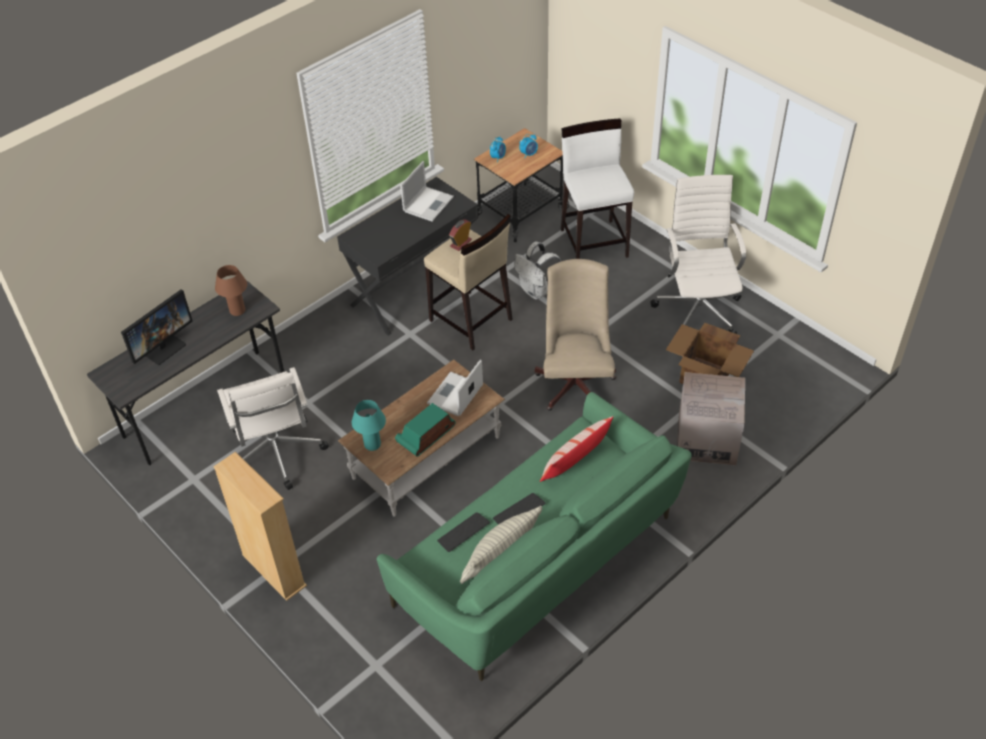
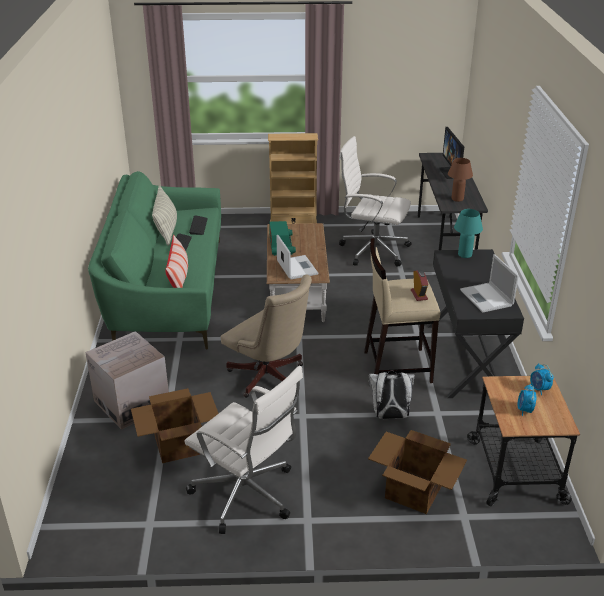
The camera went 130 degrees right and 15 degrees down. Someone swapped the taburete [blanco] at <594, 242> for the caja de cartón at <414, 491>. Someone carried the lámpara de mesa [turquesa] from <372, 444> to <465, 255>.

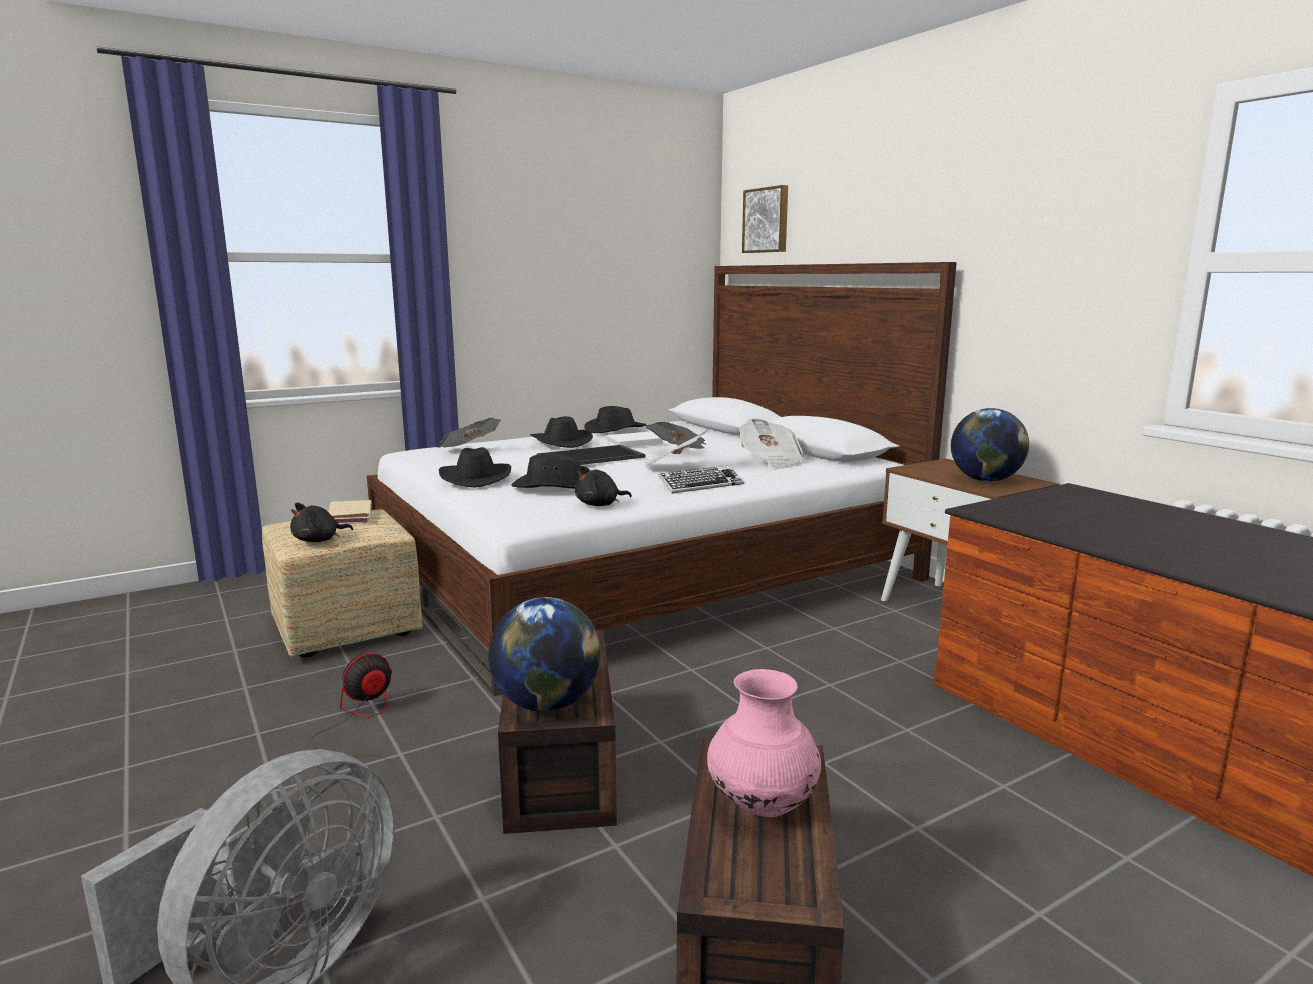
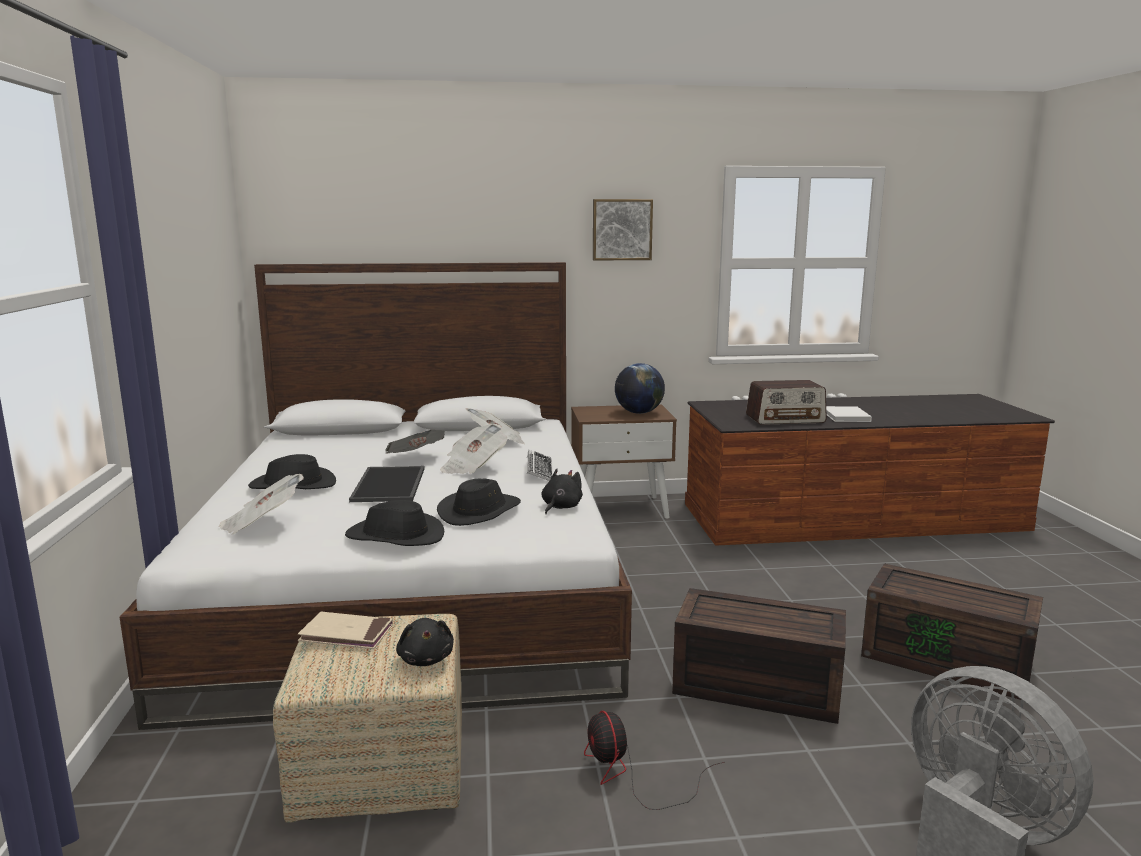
The camera went 65 degrees left and 0 degrees up. Someone rotated the peluche [negro] at <600, 505> by 150 degrees counterclockwise. Someone carried the cuadro from <767, 220> to <621, 229>. Someone put down the radio at <785, 419>. Someone carried the libro [blanco] from <632, 442> to <846, 416>. Someone took away the globo terráqueo at <547, 704>. Someone took away the sombrero [negro] at <615, 429>. Someone took away the florero [rosa] at <762, 806>.

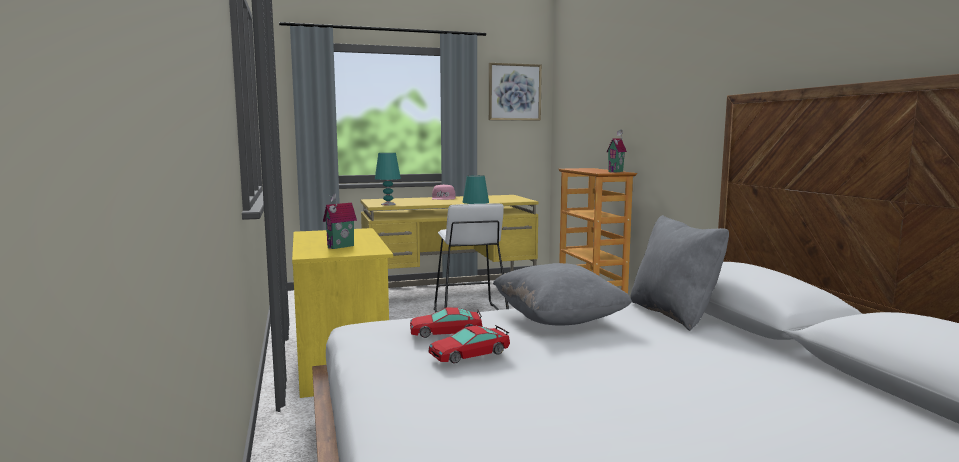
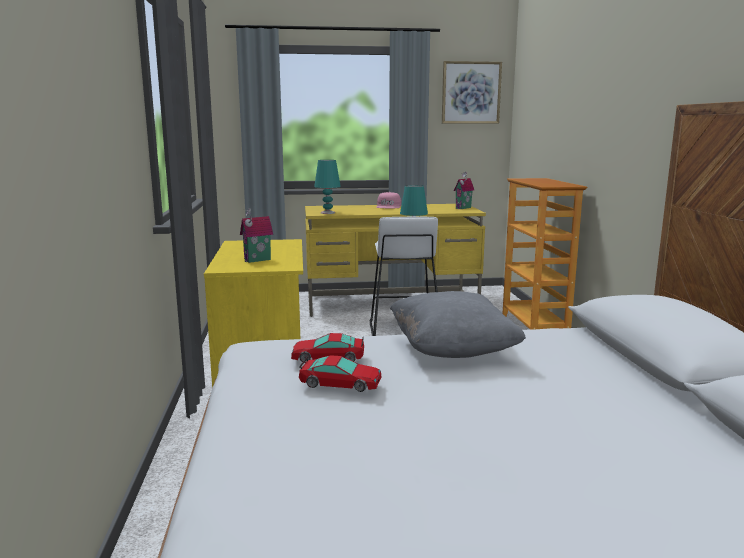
The camera went 10 degrees right and 5 degrees up. Someone rotated the coche de juguete at <469, 353> by 150 degrees counterclockwise. Someone carried the casita from <617, 172> to <464, 208>. Someone took away the cojín [gris] at <674, 314>.

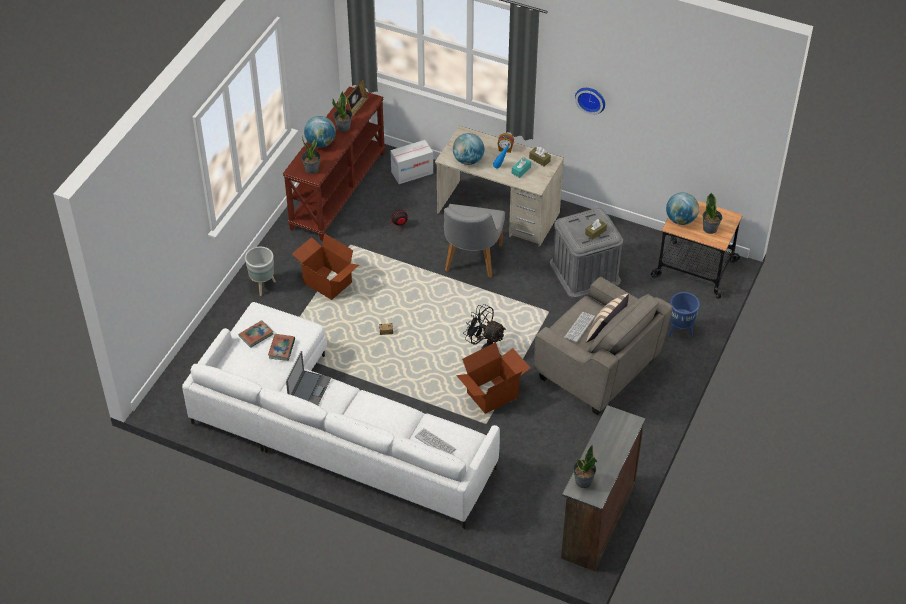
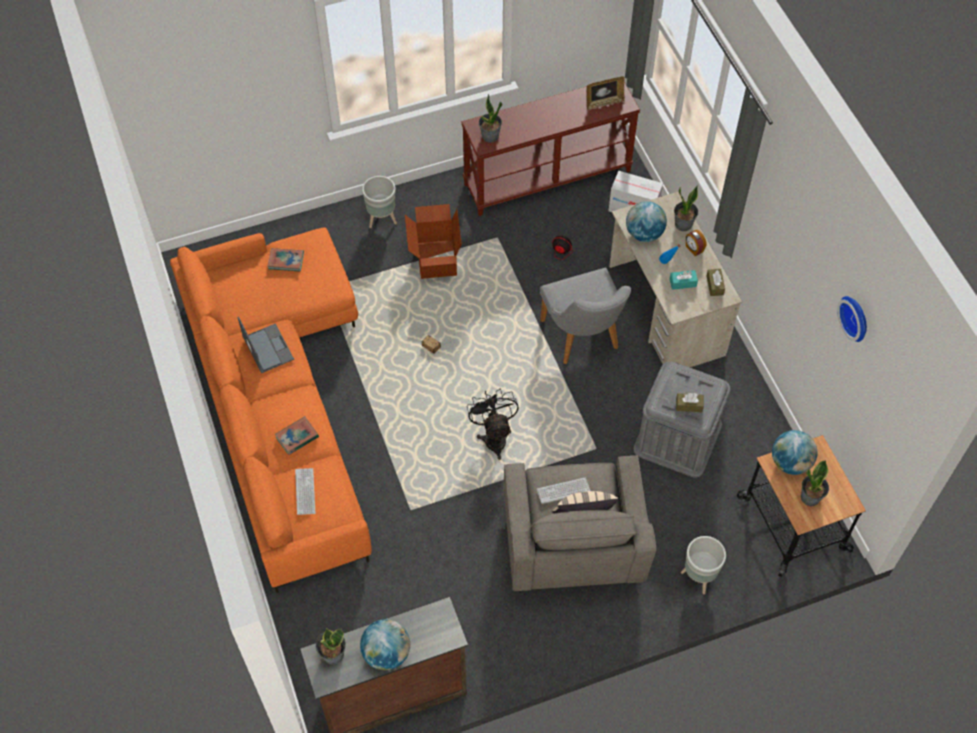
The camera went 45 degrees right and 10 degrees up. Someone repainted the sofá [blanco] at <332, 430>, which became the sofá [naranja] at <281, 402>. Someone rotated the portátil at <309, 389> by 90 degrees counterclockwise. Someone carried the libro from <281, 349> to <297, 437>. Someone carried the globo terráqueo from <321, 143> to <387, 653>. Someone rotated the silla [gris] at <471, 262> by 75 degrees counterclockwise. Someone carried the planta en maceta from <343, 127> to <683, 224>. Someone repainted the maceta [azul] at <680, 331>, which became the maceta [gris] at <699, 577>. Someone carried the reloj de pared from <591, 99> to <856, 317>. Someone took away the caja de cartón at <492, 394>.

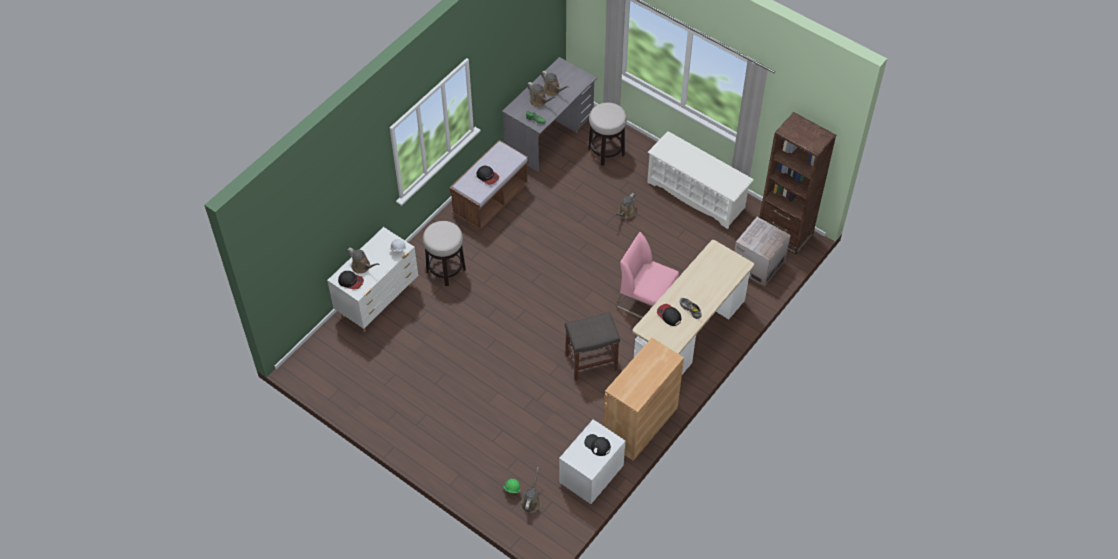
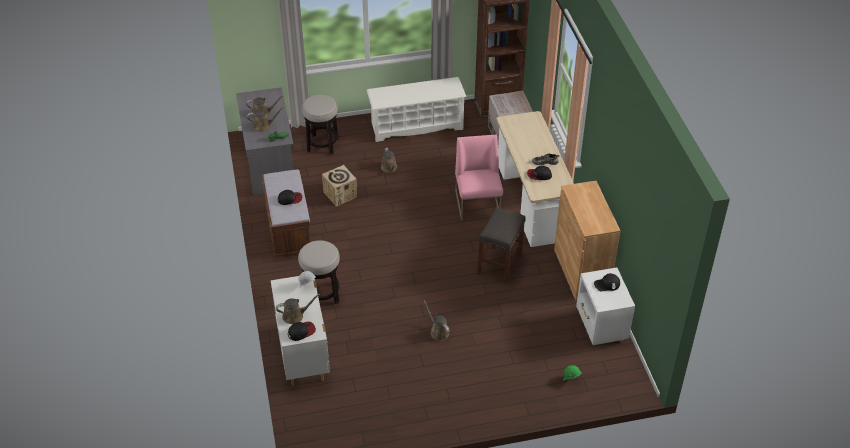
The camera went 50 degrees left and 10 degrees down. Someone put down the caja de cartón at <340, 194>. Someone carried the regadera [marrón] from <531, 501> to <438, 332>. Someone rotated the silla [rosa] at <646, 300> by 105 degrees clockwise.

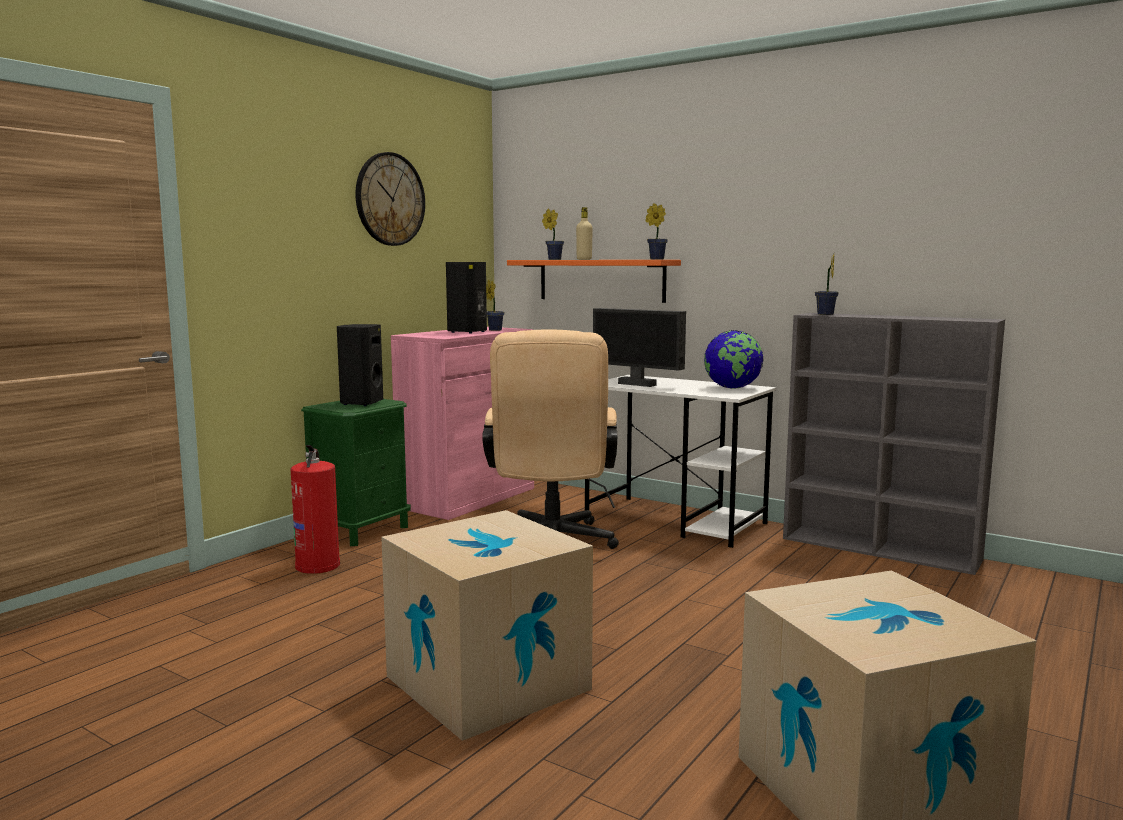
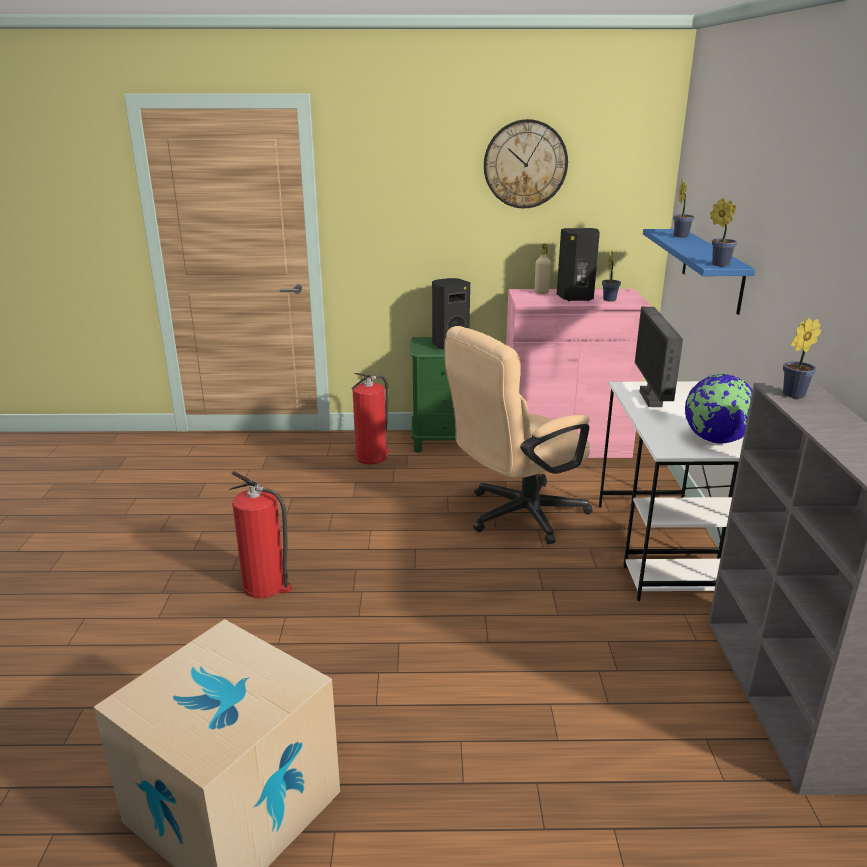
The camera went 55 degrees right and 15 degrees up. Someone swapped the caja de cartón at <487, 682> for the extintor at <265, 586>. Someone carried the botella [beis] from <584, 259> to <541, 292>. Someone repainted the estante [naranja] at <601, 280>, which became the estante [azul] at <712, 269>.

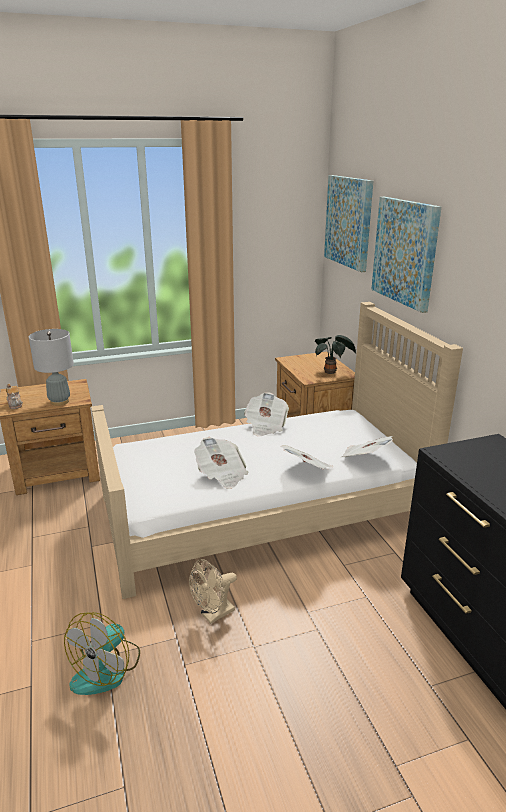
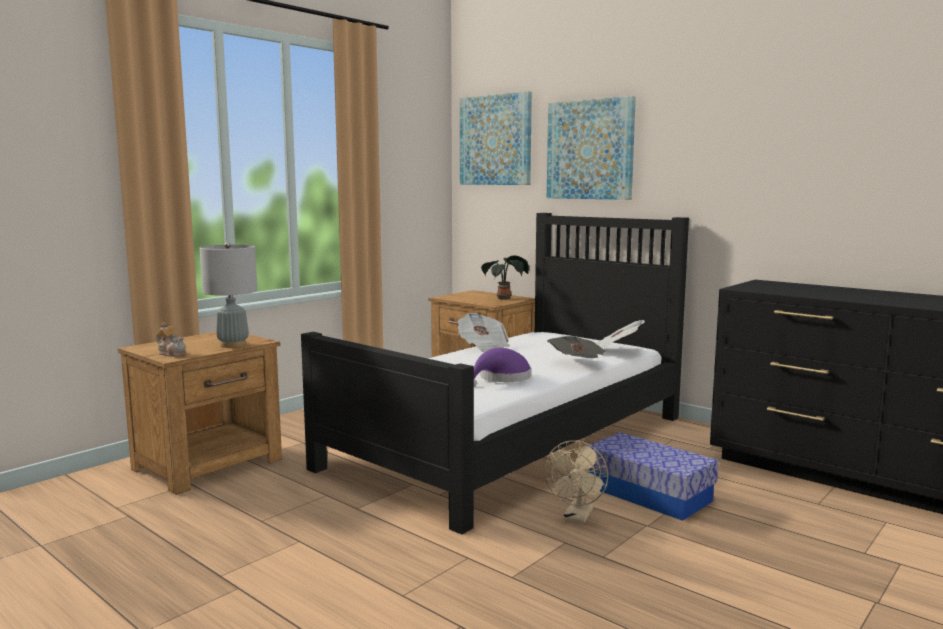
The camera went 30 degrees left and 15 degrees down. Someone repainted the cama [beis] at <263, 510>, which became the cama [negro] at <512, 440>. Someone swapped the periódico at <221, 475> for the sombrero [morado] at <502, 378>. Someone put down the caja de almacenaje at <648, 494>. Someone took away the ventilador at <107, 669>.

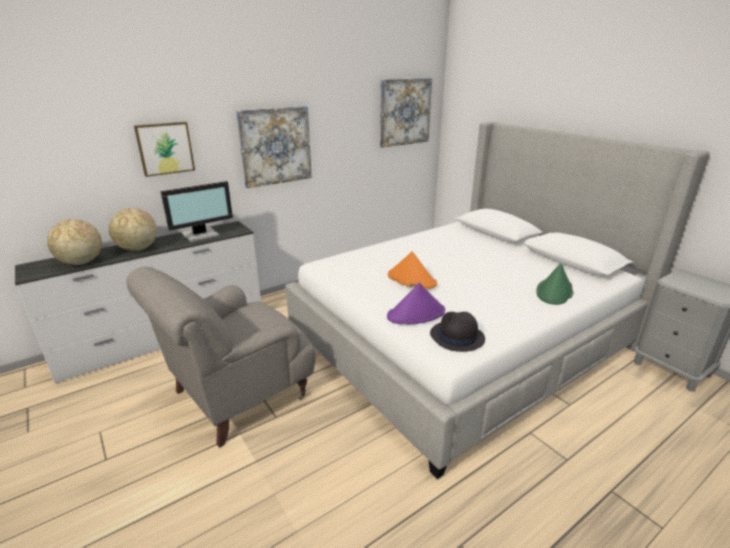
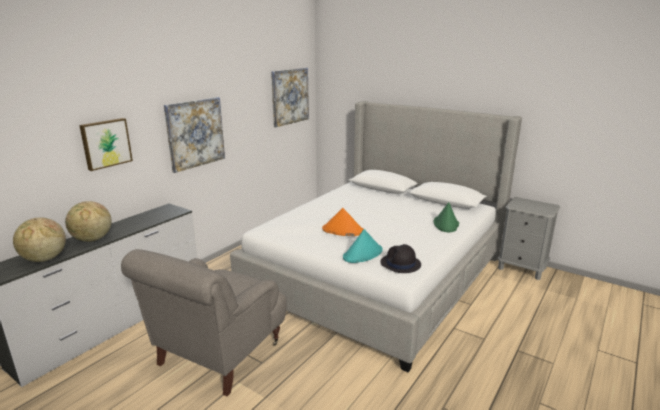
The camera went 20 degrees left and 5 degrees down. Someone repainted the sombrero [morado] at <416, 314>, which became the sombrero [turquesa] at <363, 254>. Someone took away the monitor at <201, 235>.

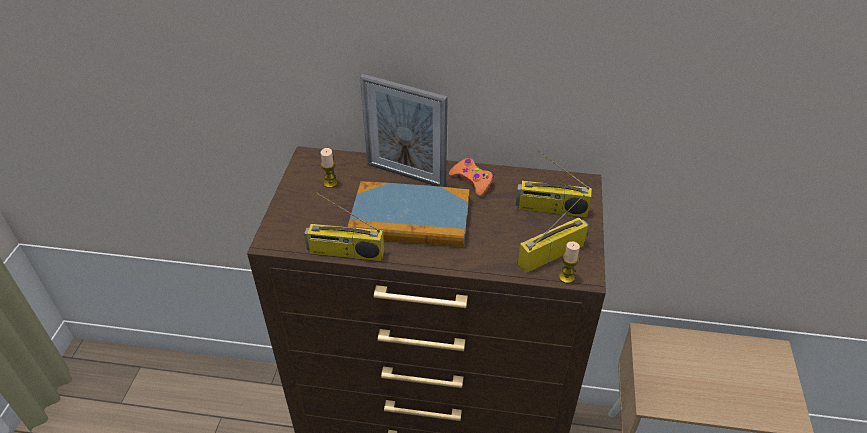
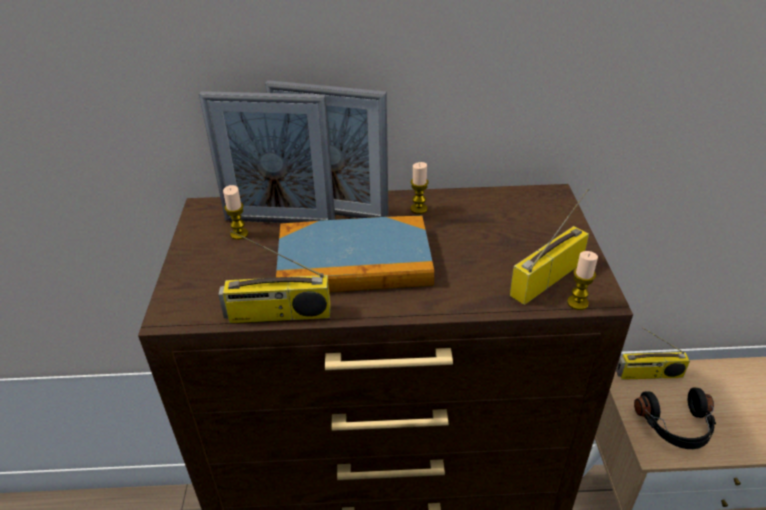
The camera went 10 degrees left and 5 degrees down. Someone put down the portarretratos at <280, 221>. Someone swapped the mando de consola [naranja] at <472, 181> for the vela at <418, 209>. Someone carried the radio from <551, 209> to <648, 374>. Someone put down the auriculares [negro] at <676, 427>.

